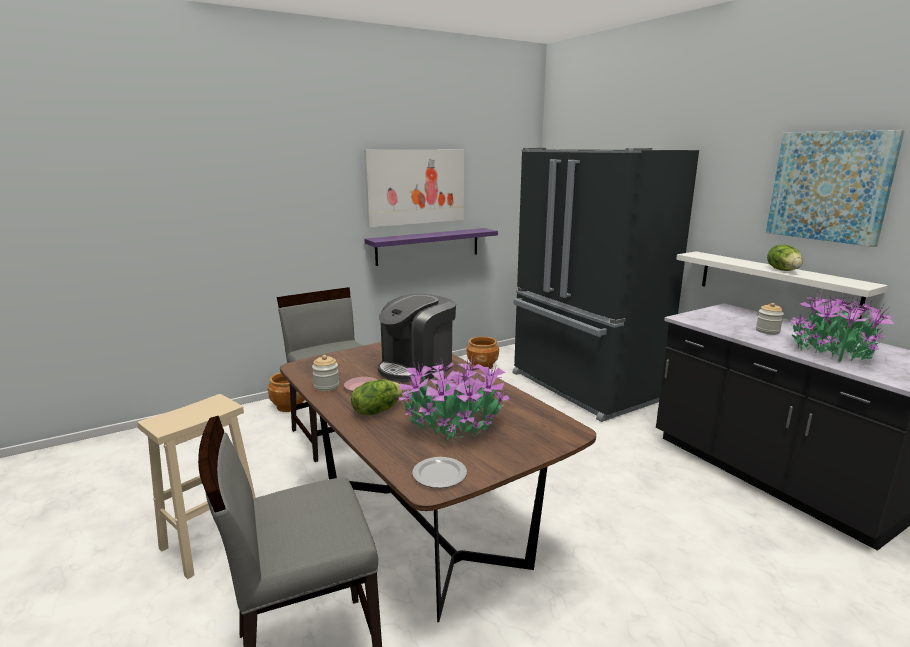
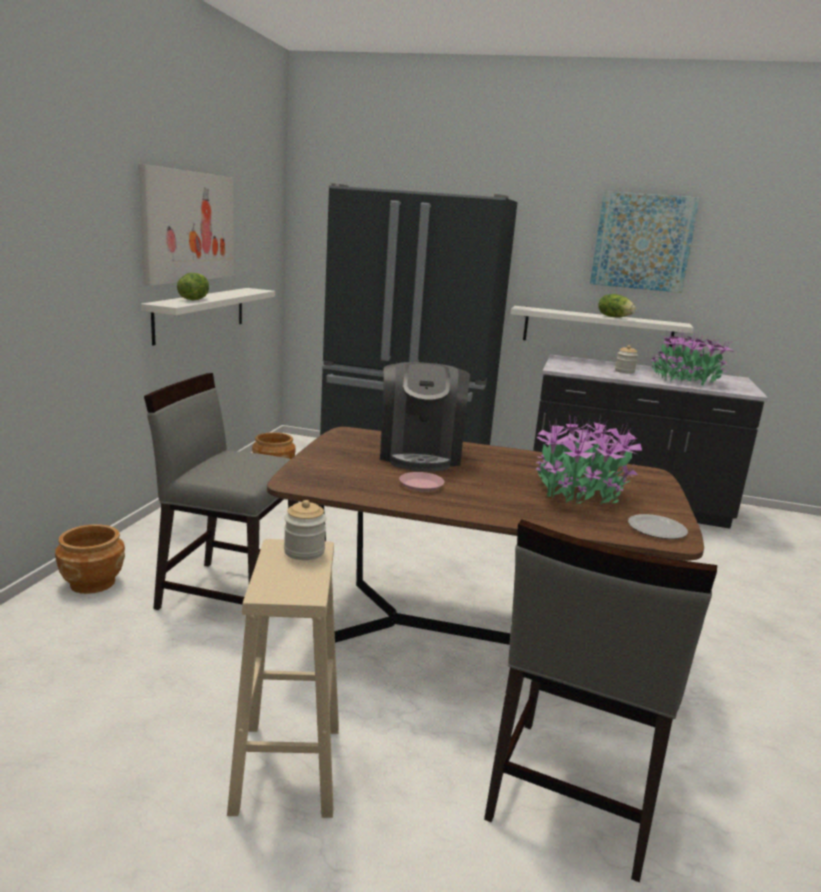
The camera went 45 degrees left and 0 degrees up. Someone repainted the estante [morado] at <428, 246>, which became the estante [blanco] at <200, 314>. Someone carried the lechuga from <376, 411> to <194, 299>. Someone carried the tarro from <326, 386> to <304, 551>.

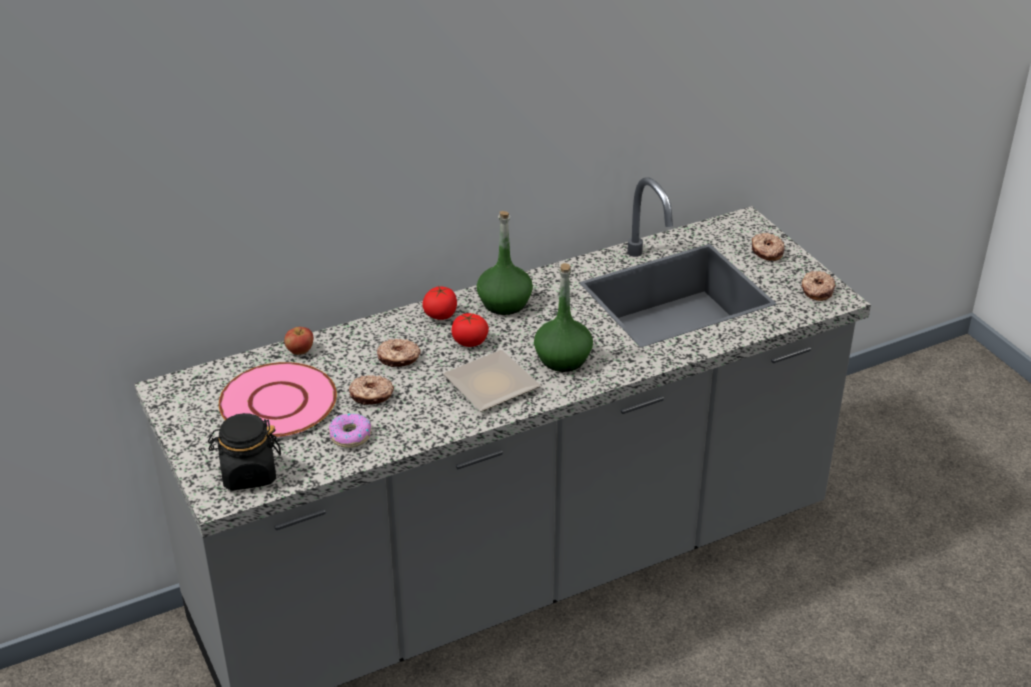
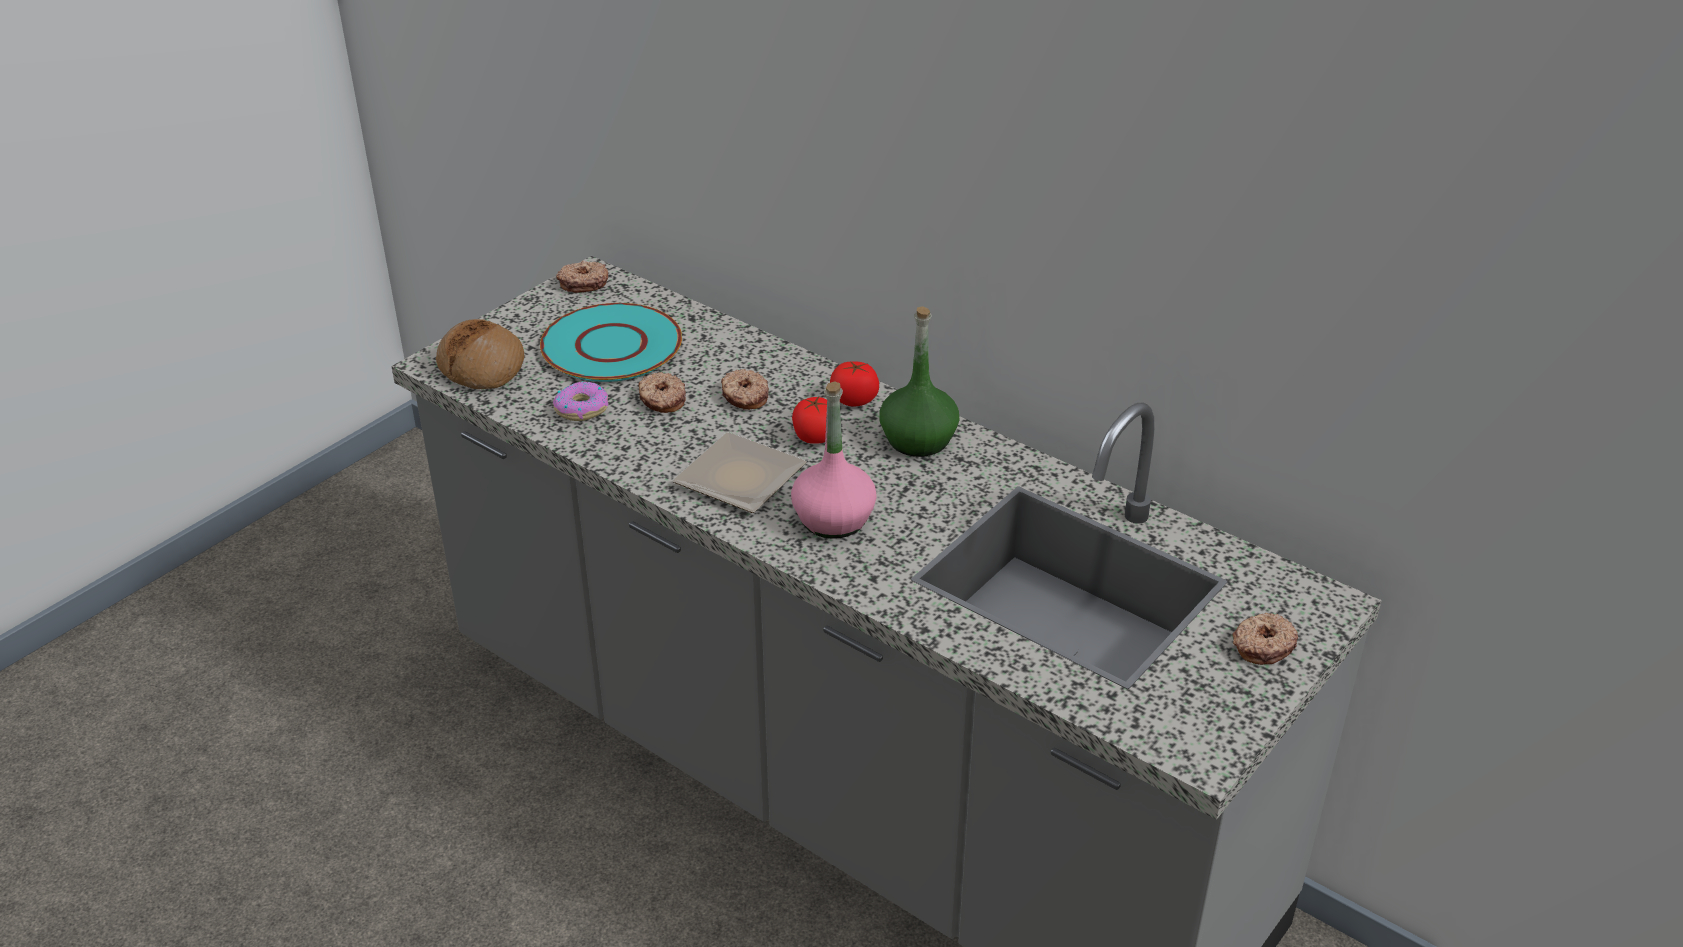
The camera went 65 degrees right and 0 degrees up. Someone swapped the tarro [negro] at <248, 474> for the pan at <482, 367>. Someone repainted the plato [rosa] at <278, 403>, which became the plato [turquesa] at <610, 346>. Someone carried the rosquilla from <816, 291> to <583, 283>. Someone repainted the botella [verde] at <563, 359>, which became the botella [rosa] at <833, 519>. Someone took away the manzana at <300, 351>.

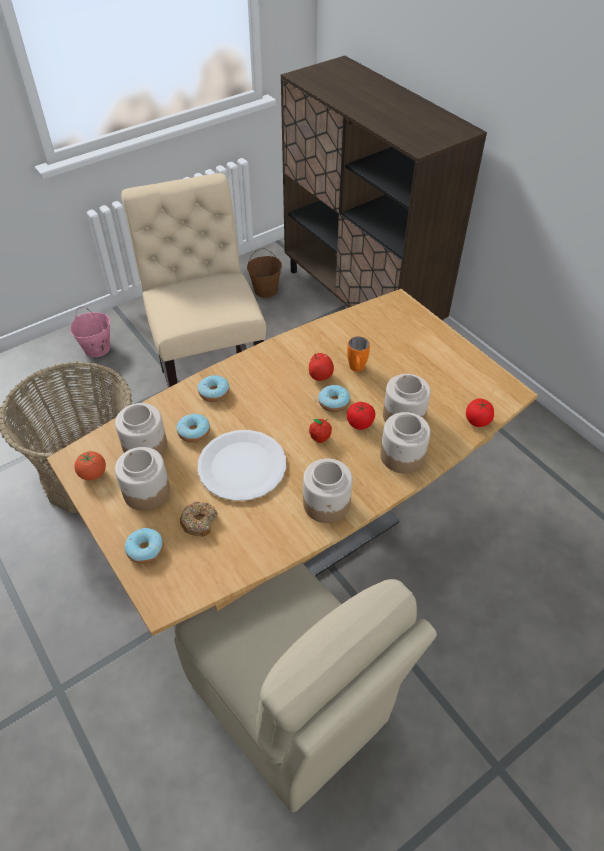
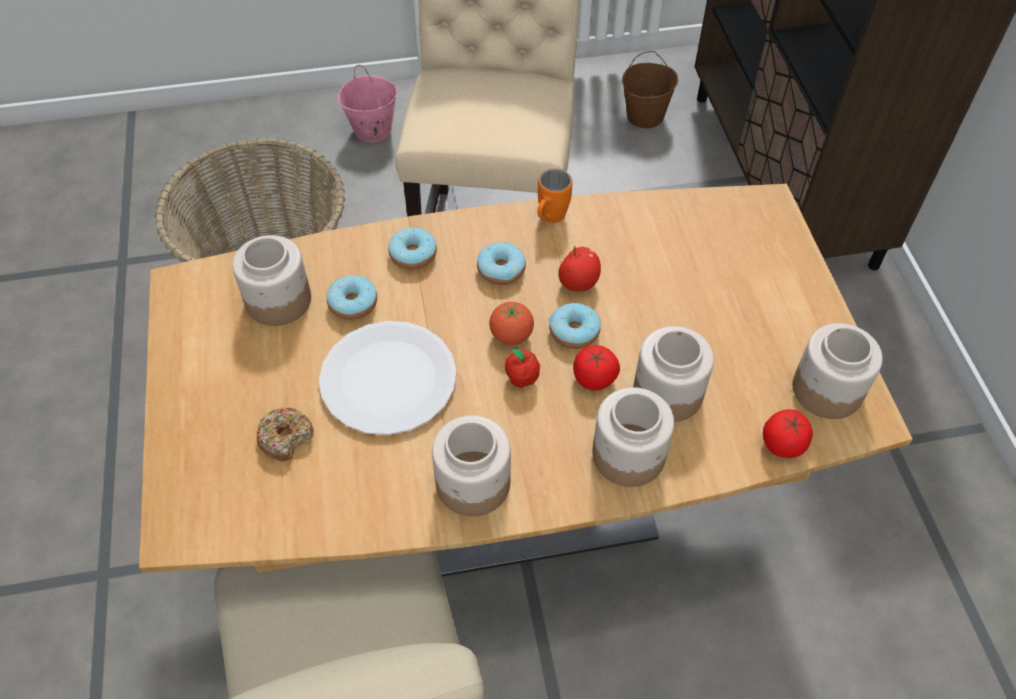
The camera went 25 degrees right and 5 degrees up. Someone carried the rosquilla from <145, 549> to <501, 270>. Someone carried the tomate from <93, 474> to <511, 335>. Someone carried the taza grande [naranja] from <356, 370> to <549, 220>. Someone carried the tarro from <146, 491> to <826, 389>.

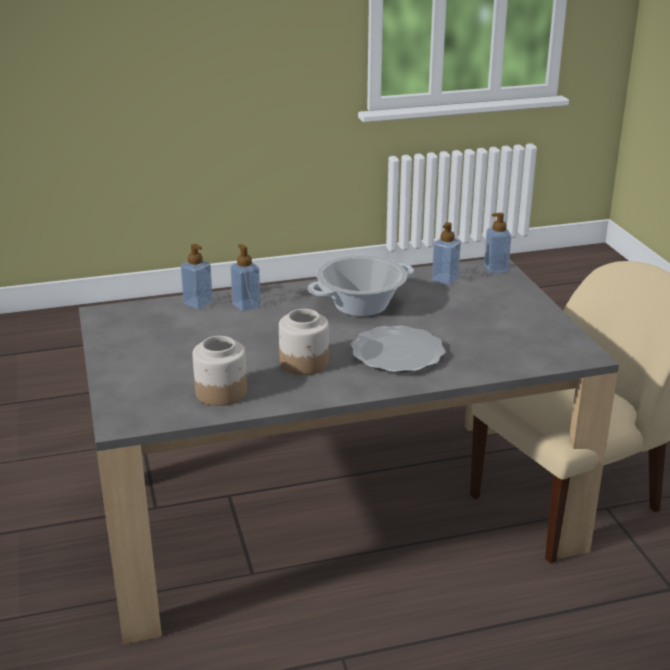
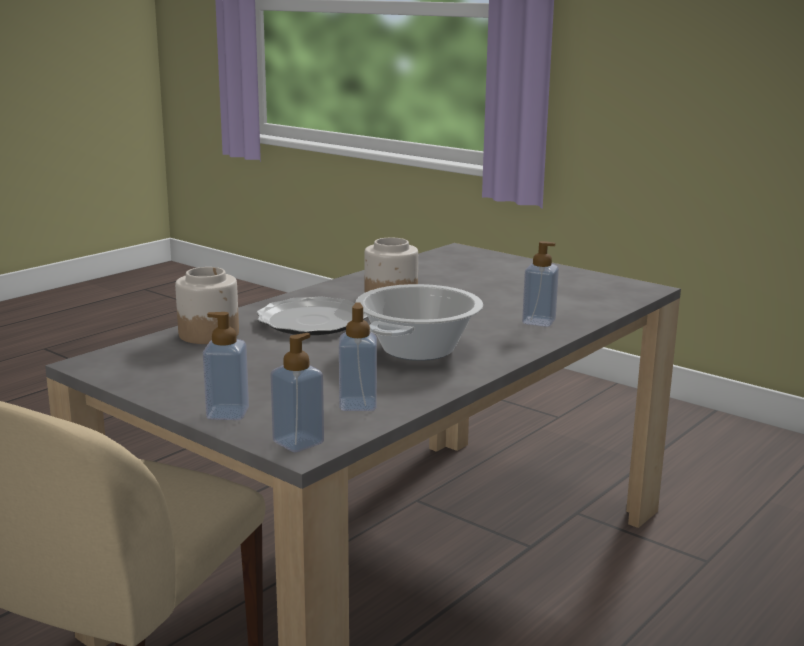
The camera went 145 degrees right and 10 degrees down. Someone carried the tarro from <220, 393> to <209, 334>. Someone carried the dispensador de jabón from <198, 303> to <227, 413>.

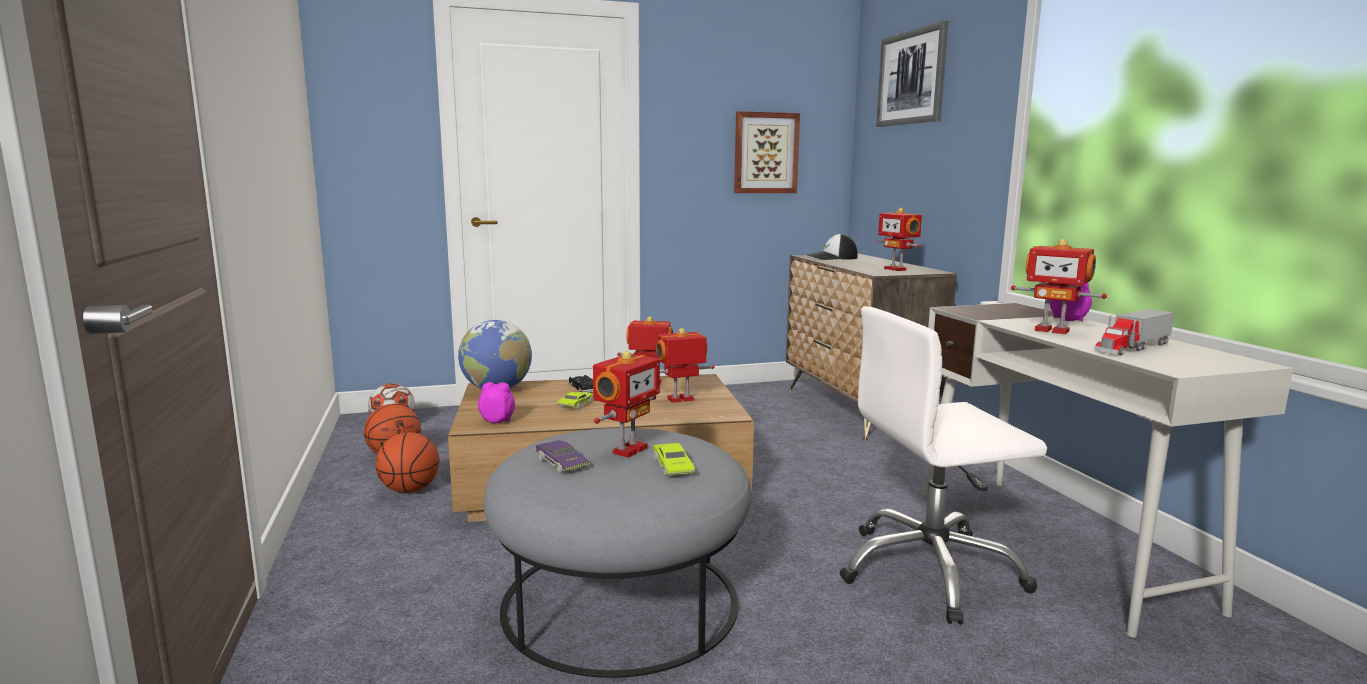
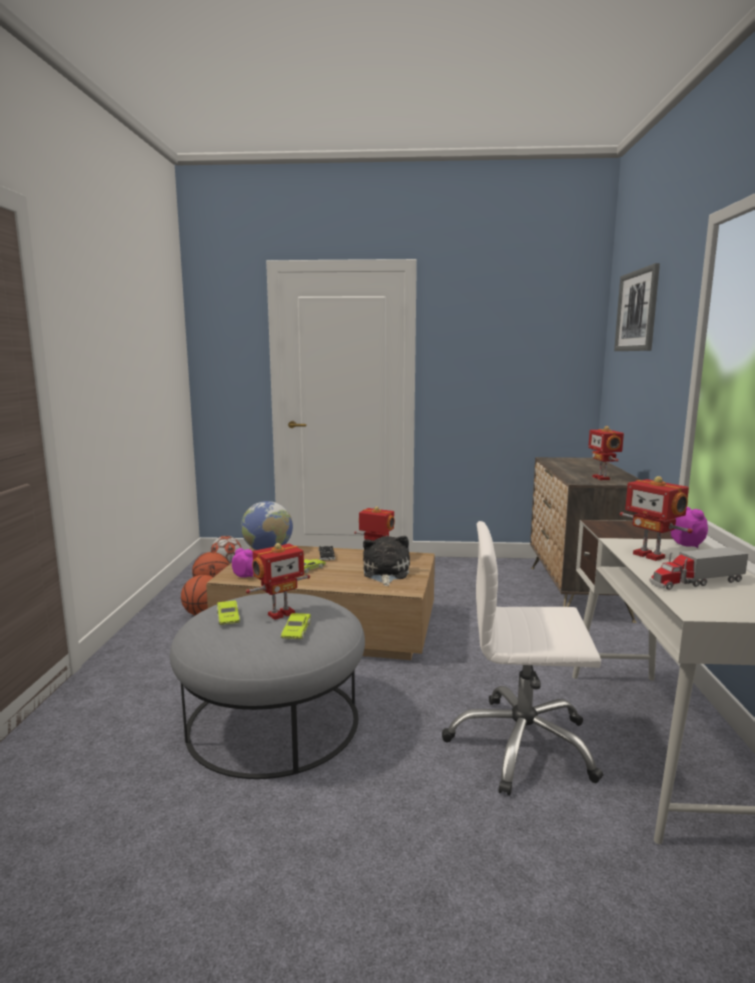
The camera went 20 degrees right and 0 degrees up. Someone repainted the coche de juguete [morado] at <562, 463>, which became the coche de juguete [verde] at <228, 617>. Someone swapped the robot de juguete at <681, 400> for the peluche at <385, 573>. Someone took away the cuadro at <765, 153>. Someone took away the gorra at <832, 258>.

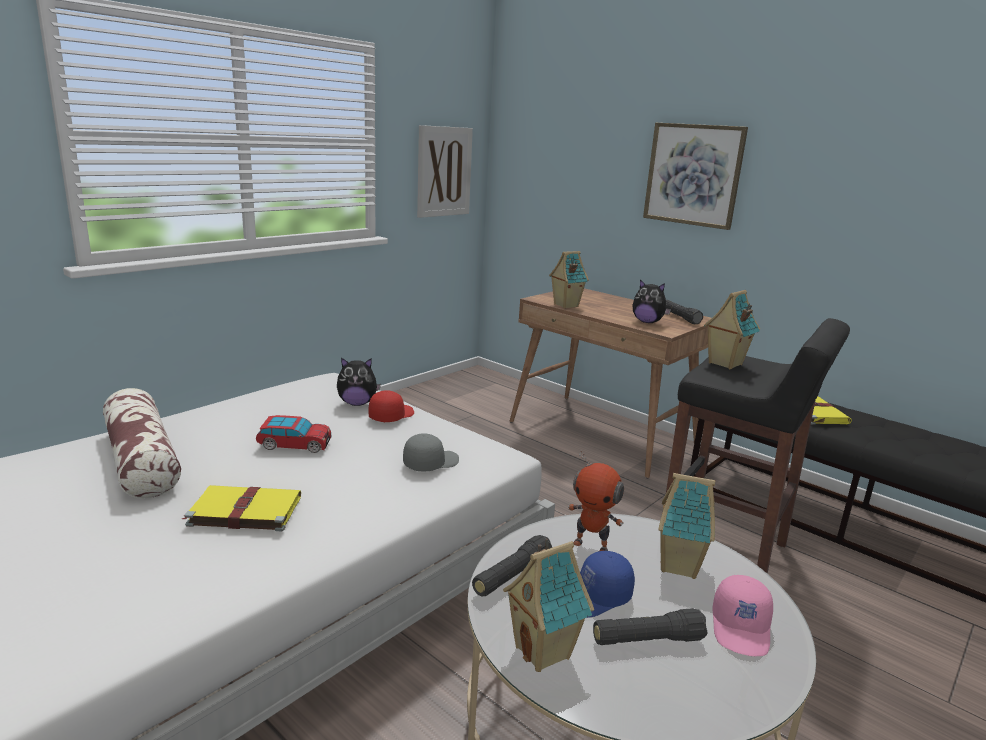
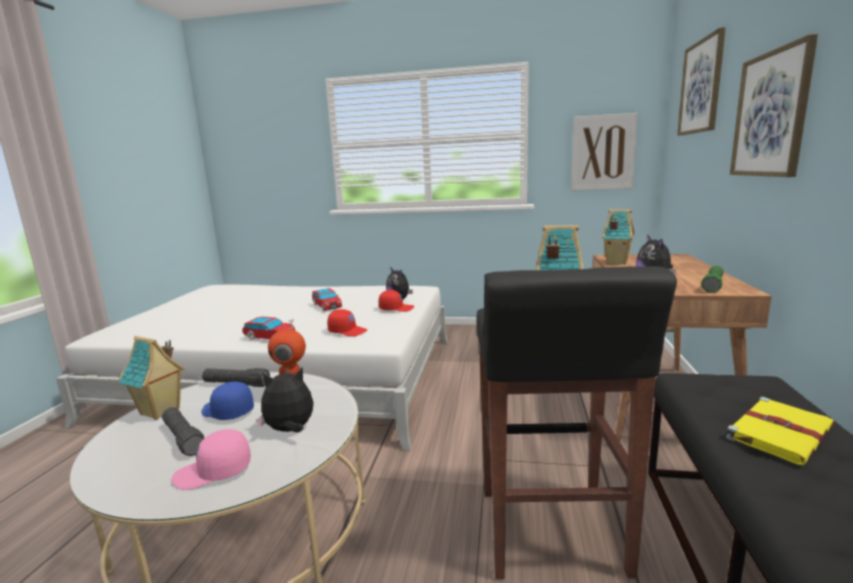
The camera went 60 degrees right and 5 degrees down. Someone put down the coche de juguete at <269, 337>. Someone swapped the casita at <680, 566> for the peluche at <290, 430>. Someone repainted the gorra [gris] at <430, 463>, which became the gorra [rojo] at <348, 331>. Someone put up the cuadro at <701, 87>. Someone repainted the linterna [negro] at <679, 317>, which became the linterna [verde] at <713, 286>. Someone took away the cojín at <141, 460>. Someone took away the libro [amarillo] at <243, 511>.

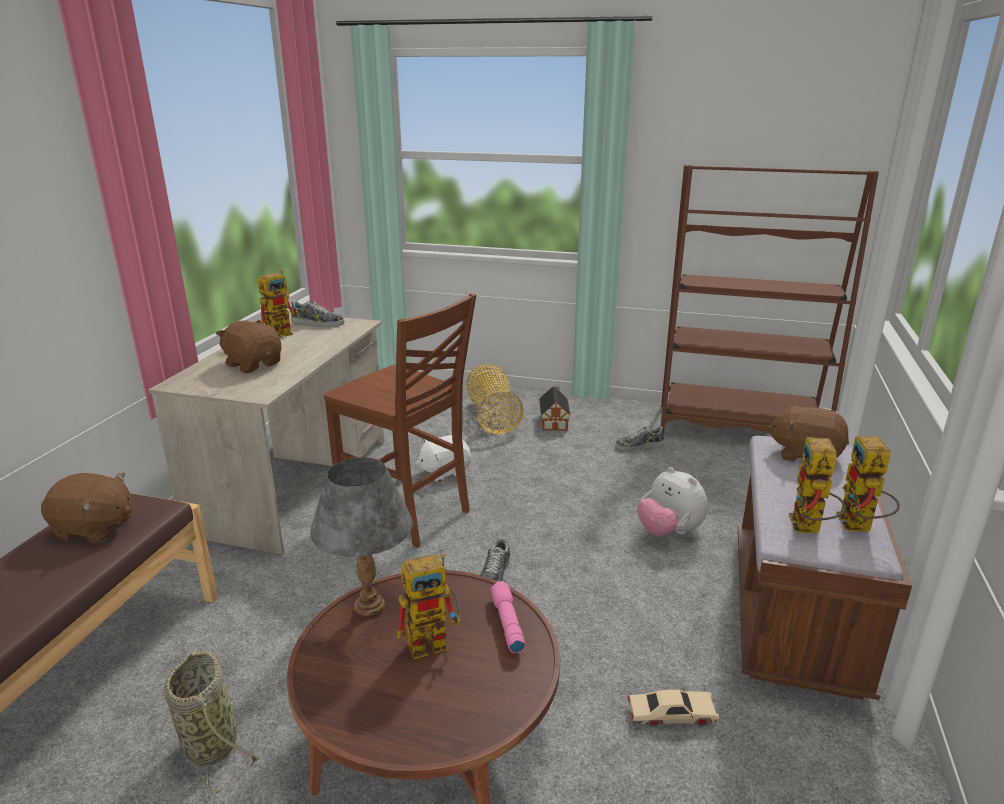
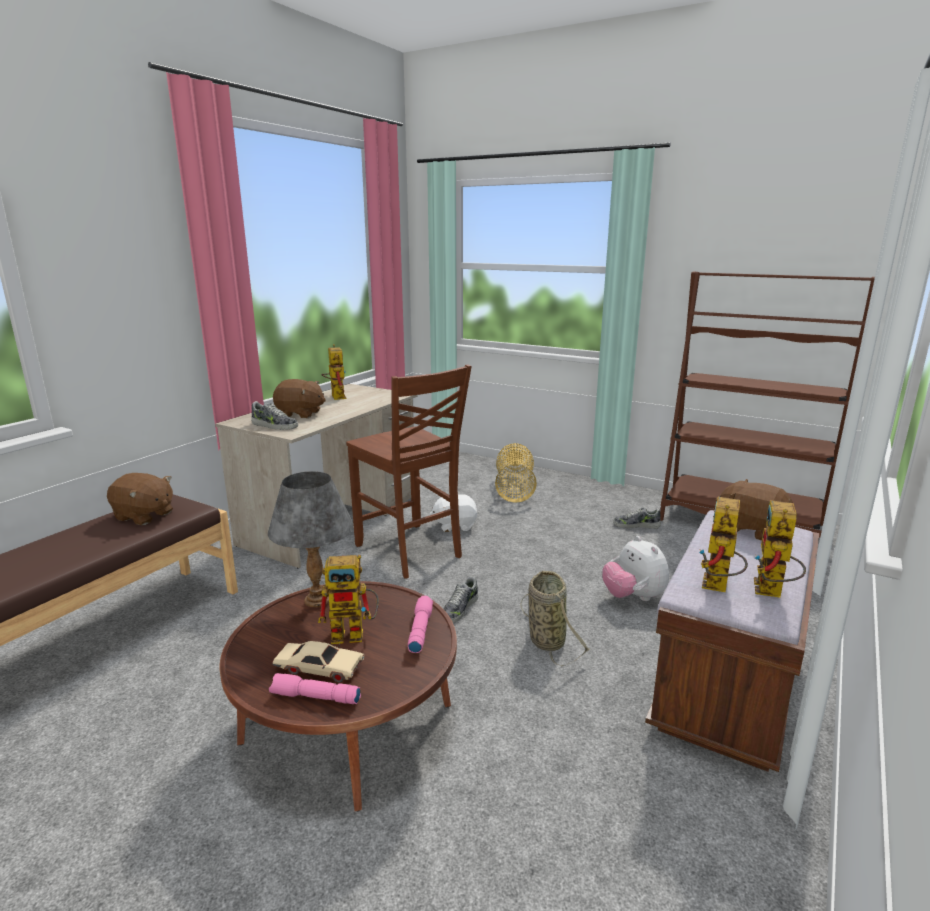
The camera went 15 degrees right and 5 degrees down. Someone carried the zapato from <317, 324> to <274, 425>. Someone put down the linterna [rosa] at <314, 697>. Someone carried the coche de juguete [beis] from <671, 715> to <319, 668>. Someone rotated the peluche [marrón] at <254, 364> by 135 degrees clockwise. Someone rotated the robot de juguete at <283, 333> by 75 degrees counterclockwise. Someone carried the cesta from <211, 741> to <545, 639>. Someone took away the casita at <554, 421>.

